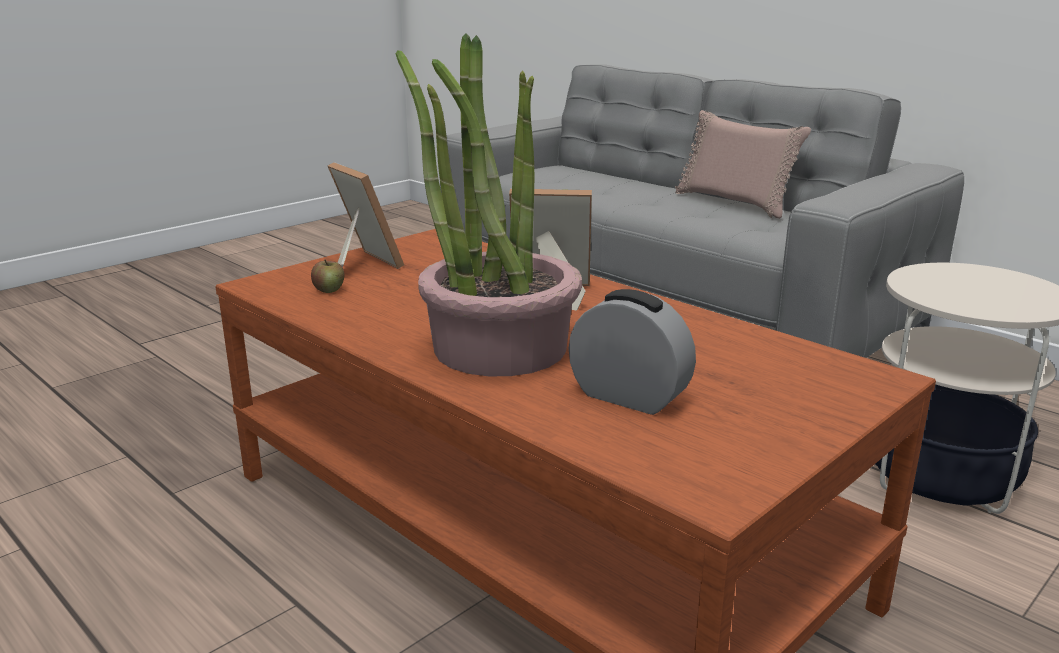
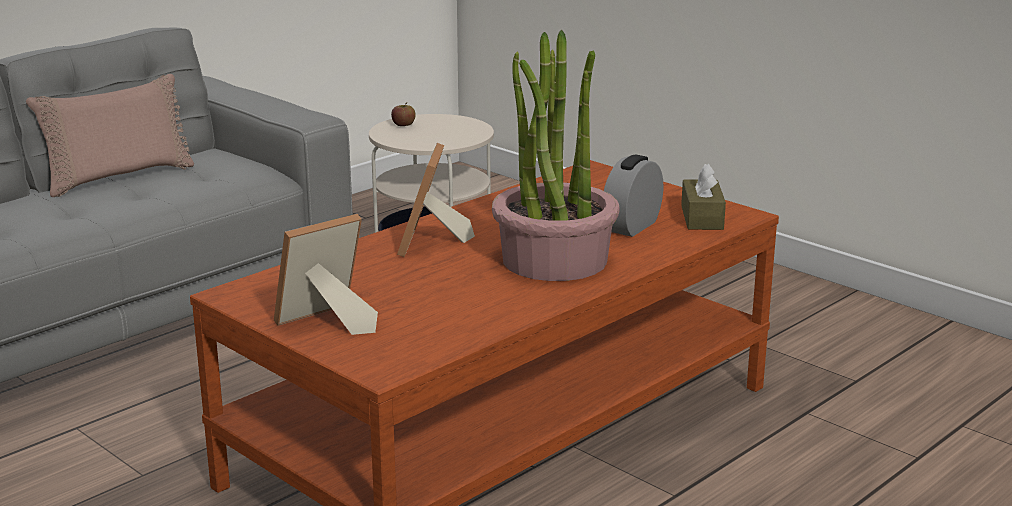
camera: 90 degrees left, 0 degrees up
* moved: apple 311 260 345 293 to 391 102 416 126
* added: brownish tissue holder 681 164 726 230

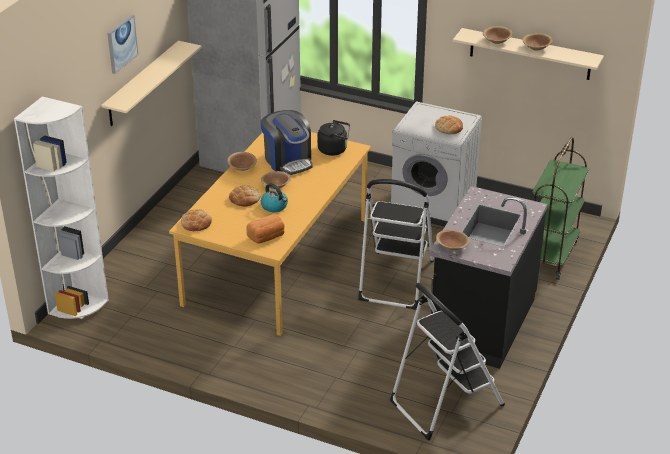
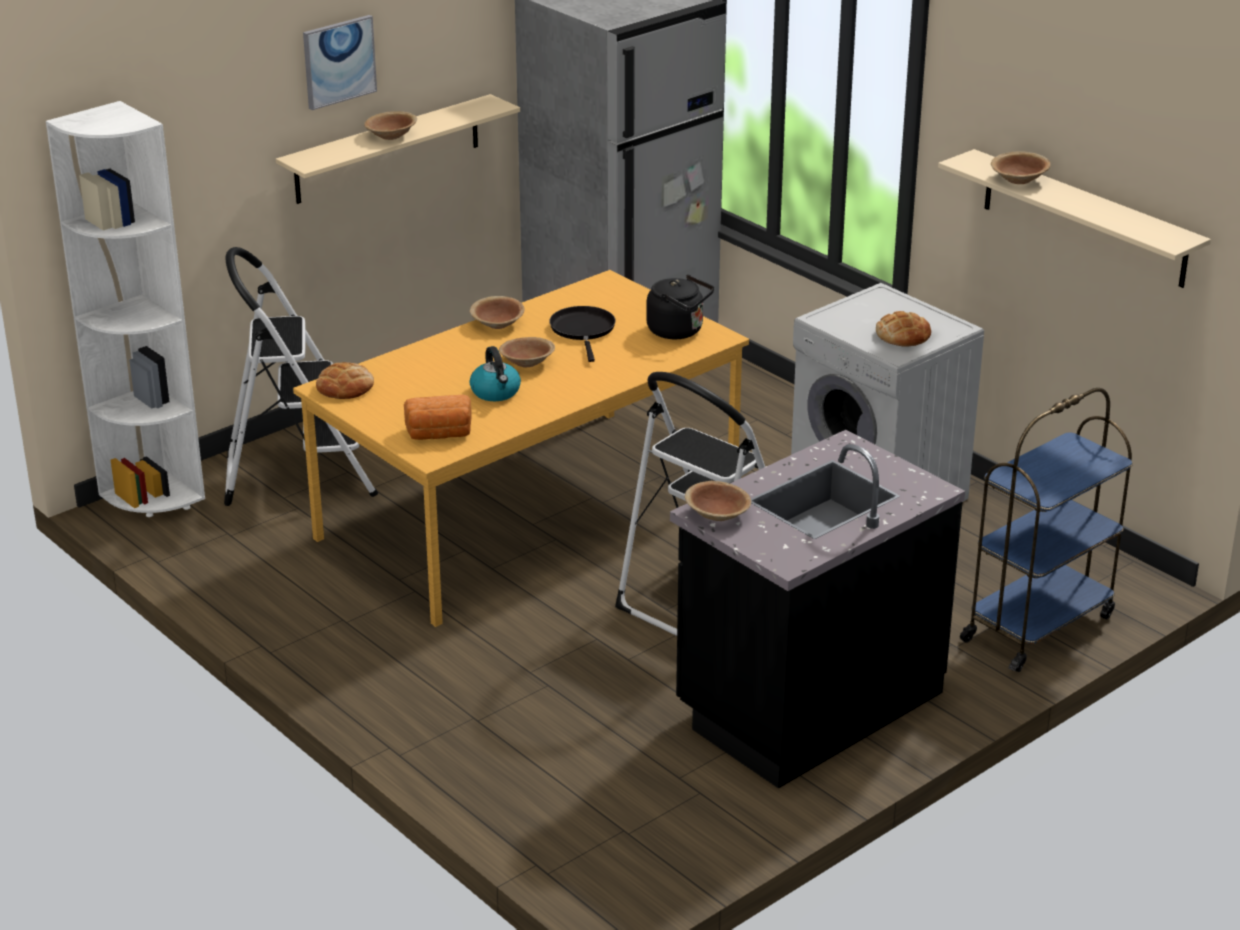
camera: 25 degrees right, 5 degrees down
* removed: baked bread 229 185 260 207
* replaced: coffee brewer 260 110 312 175 to black frying pan 549 306 616 362
* moved: step stool 390 283 505 441 to 224 247 378 506
* moved: brownish deep dish 523 33 553 51 to 364 111 417 140
* recoloured: greenish cart 532 137 589 280 to blue cart 960 388 1133 672

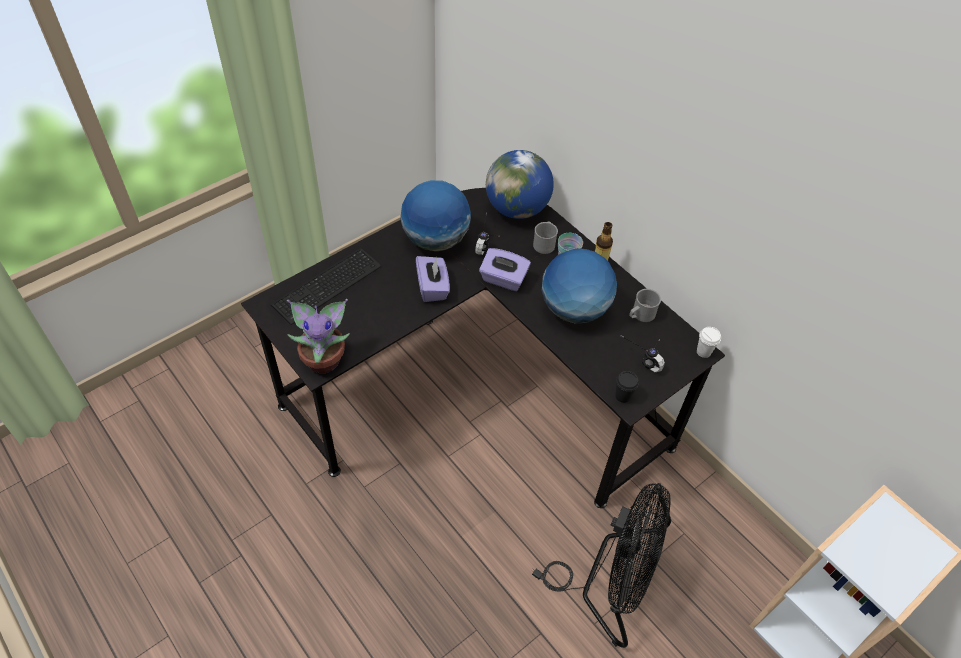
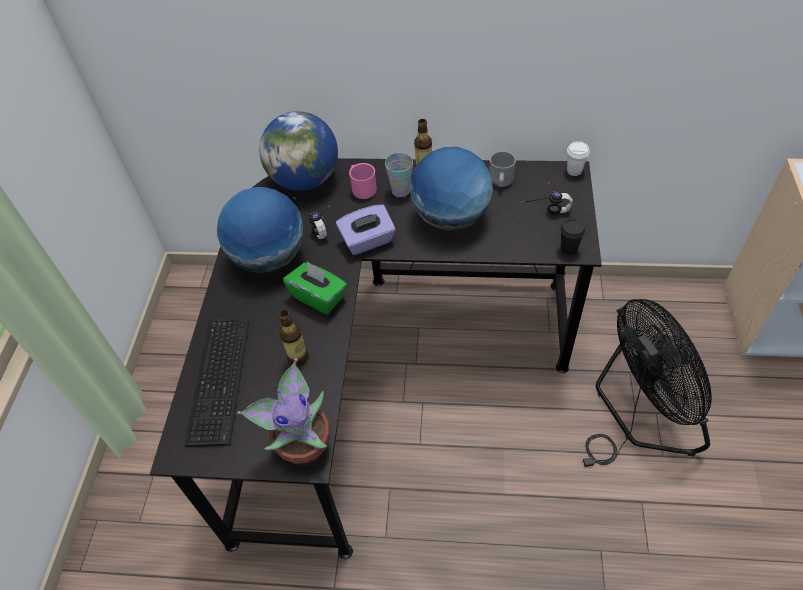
camera: 40 degrees left, 0 degrees up
* recoloured: purplish tissue holder 416 256 450 302 to greenish tissue holder 283 261 347 315
* recoloured: gray coffee mug 533 221 558 254 to pinkish coffee mug 349 163 377 199
* added: bottle 279 310 308 366

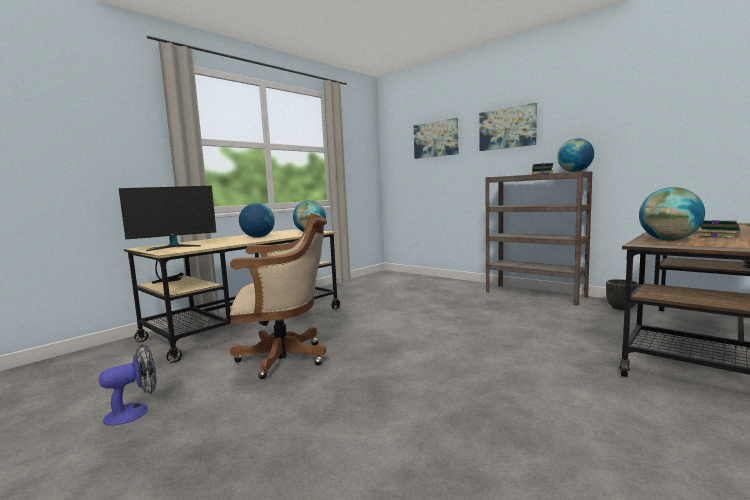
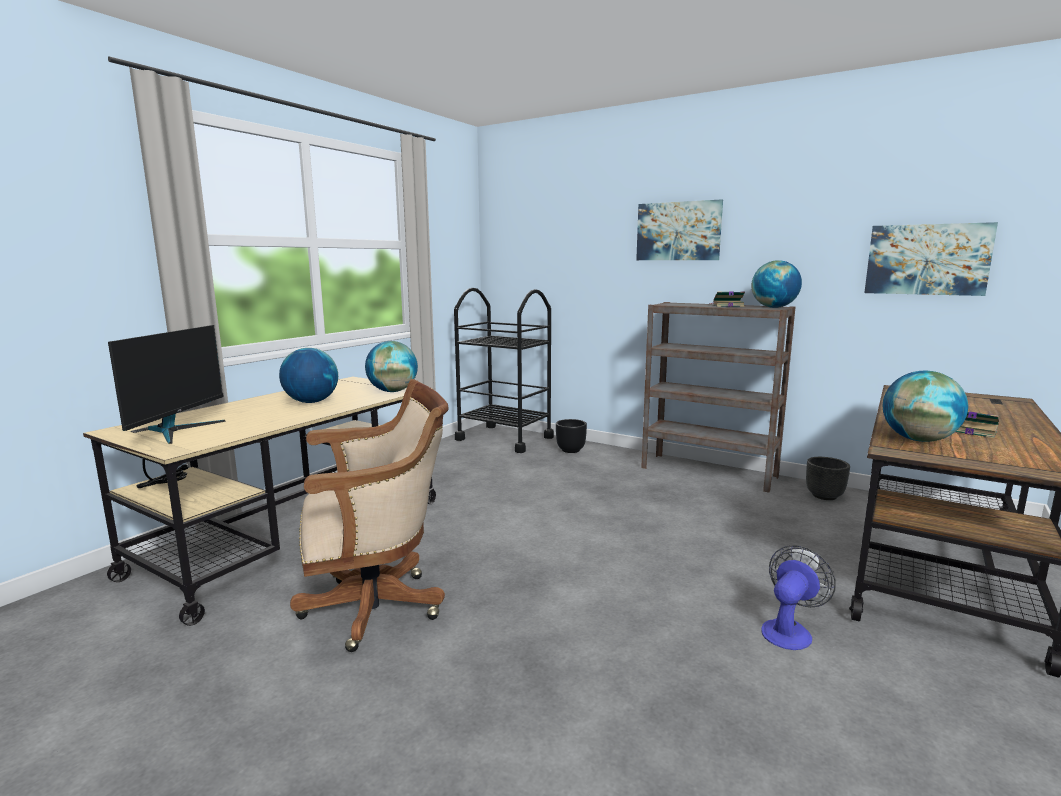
camera: 10 degrees left, 5 degrees up
* moved: electric fan 99 344 157 426 to 761 545 836 650
* turned: computer screen 119 186 216 251 = 108 325 226 444 45 degrees counterclockwise
* moved: picture 414 118 458 159 to 864 222 998 296
* added: black cart 454 288 554 453
* added: black planter 556 419 587 453

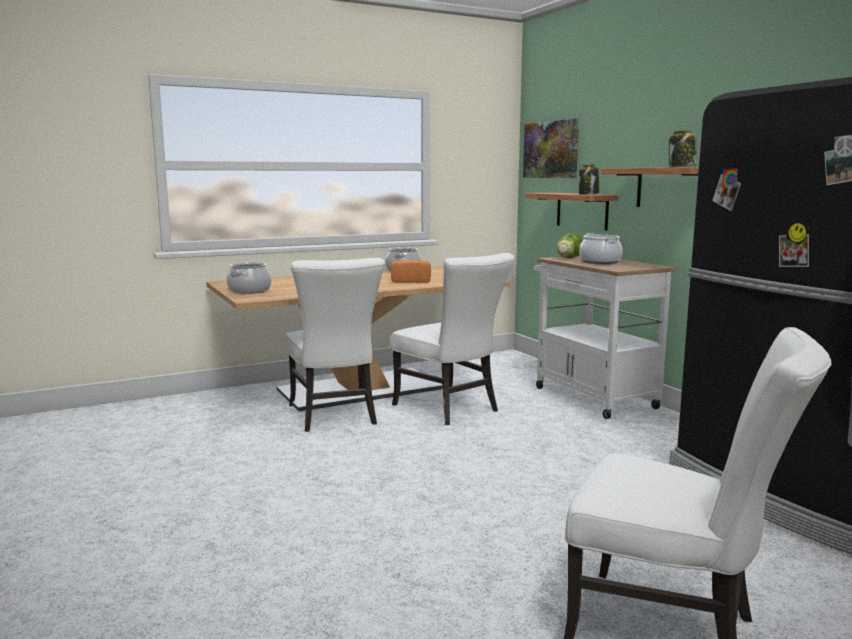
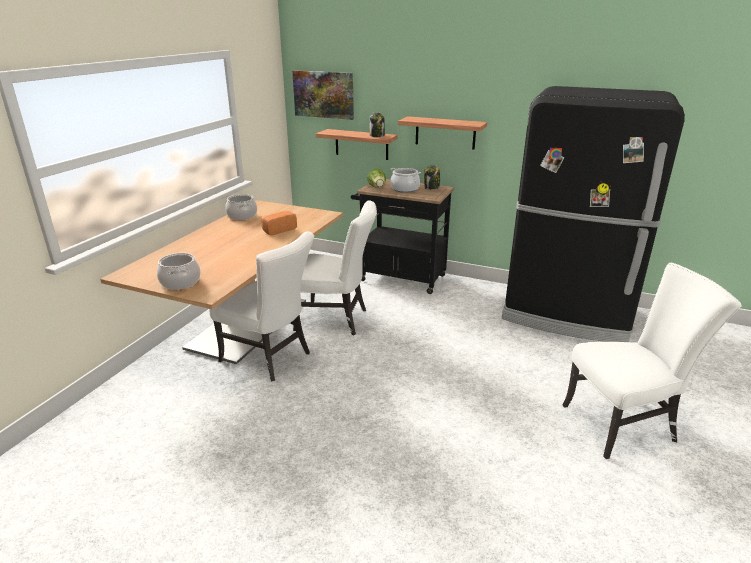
camera: 40 degrees left, 15 degrees up
* recoloured: white-coloured cart 534 256 676 419 to black cart 351 179 454 294
* moved: storage jar 669 130 697 167 to 424 165 440 190

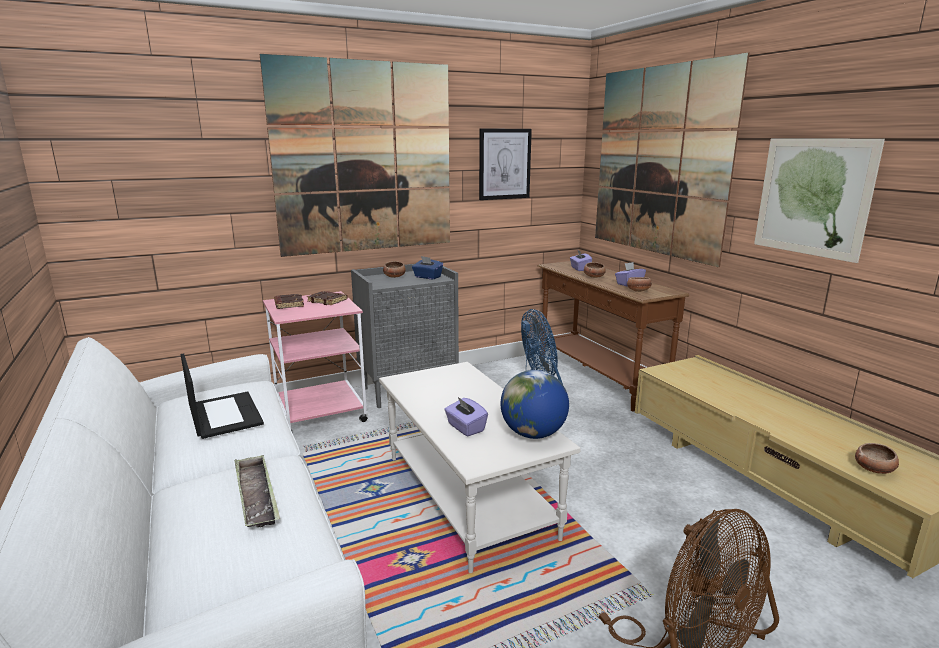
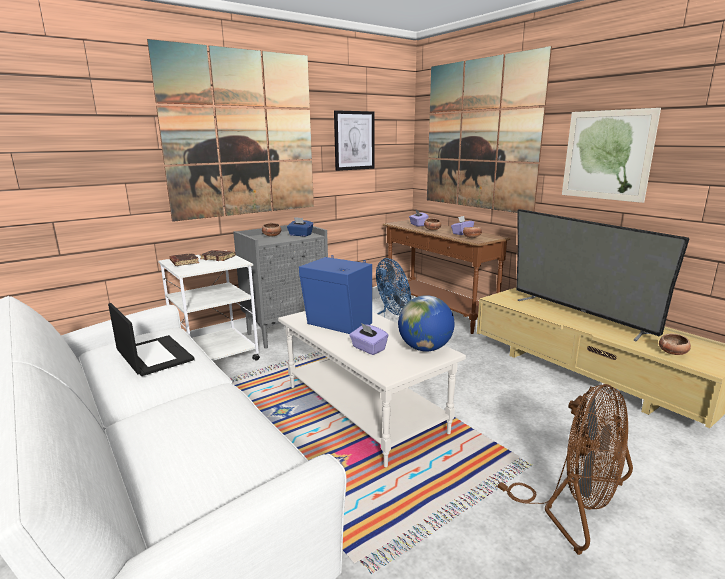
camera: 10 degrees left, 0 degrees up
* removed: serving tray 235 455 280 528
* recoloured: pinkish cart 263 291 368 433 to white-coloured cart 158 254 260 361
* added: blue loudspeaker 299 255 372 334
* added: television 516 209 689 341

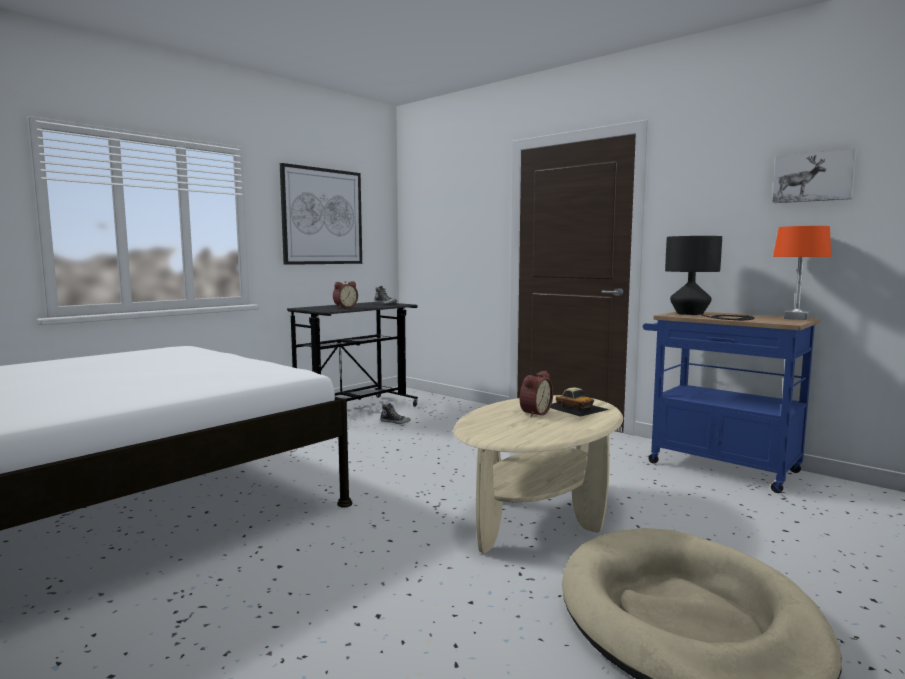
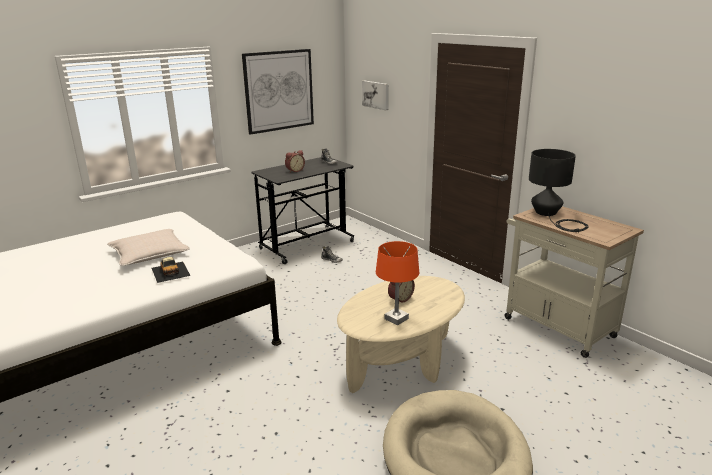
camera: 10 degrees right, 15 degrees up
* moved: miniature car 550 388 610 417 to 152 257 191 283
* recoloured: blue cart 643 312 820 493 to beige cart 505 206 644 358
* moved: picture 772 148 857 203 to 362 81 389 110
* moved: orange-coloured tabletop lamp 773 226 831 320 to 376 241 419 326
* added: beige throw pillow 107 229 190 266

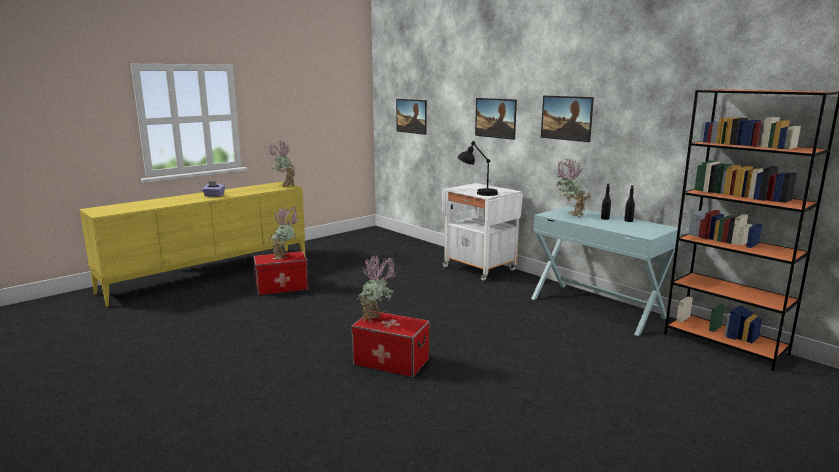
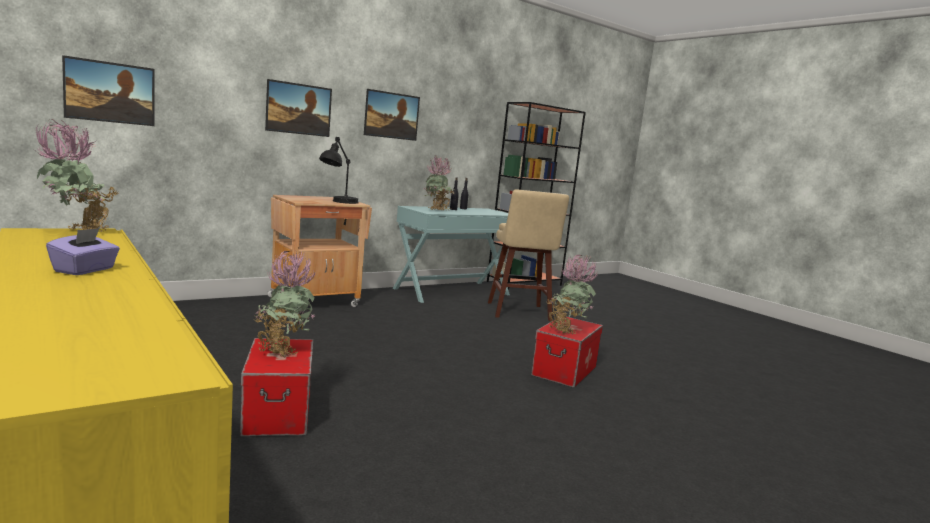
camera: 85 degrees left, 5 degrees down
* recoloured: white-coloured cart 442 183 523 281 to brownish cart 268 195 372 307
* added: beige sitting stool 488 190 569 321

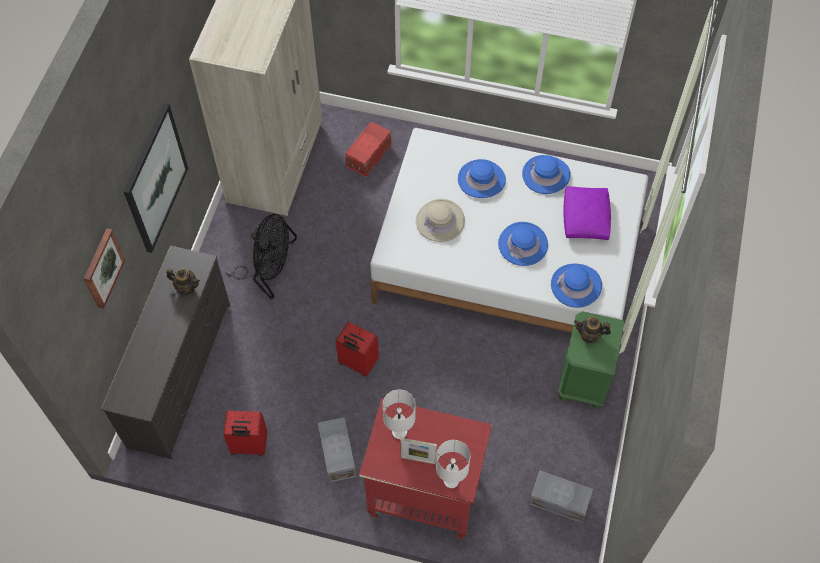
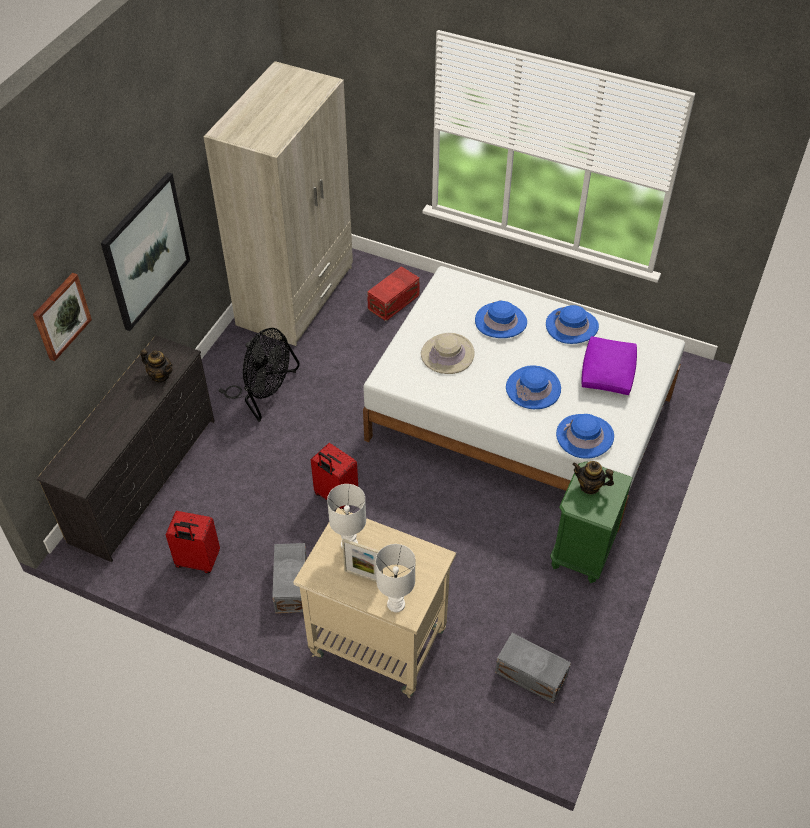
camera: 10 degrees right, 10 degrees down
* recoloured: red-coloured cart 359 398 492 540 to beige cart 293 508 456 698

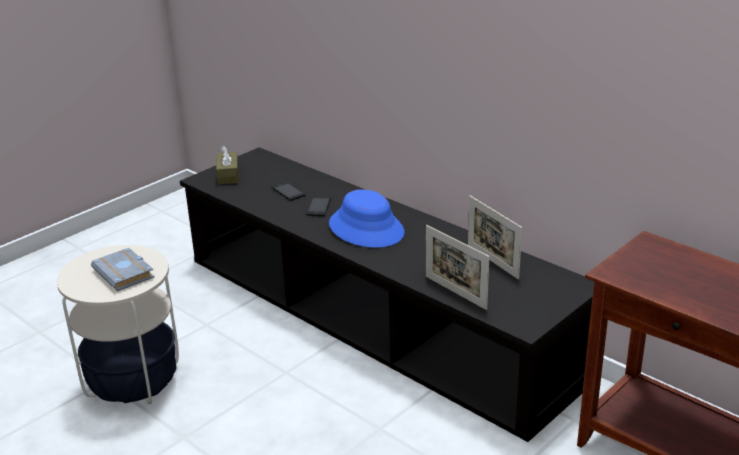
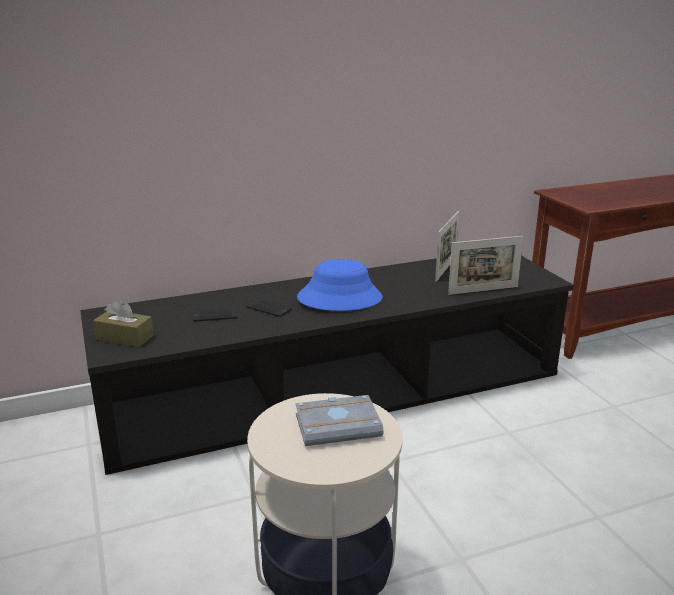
camera: 65 degrees left, 5 degrees down
* turned: picture frame 468 195 522 279 = 435 211 459 282 60 degrees counterclockwise

